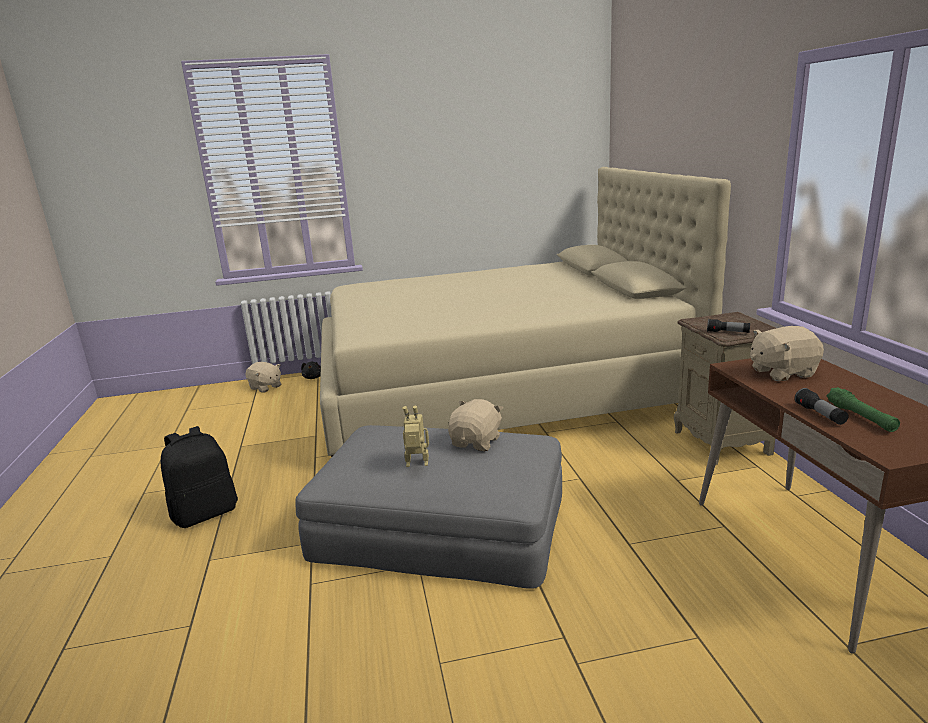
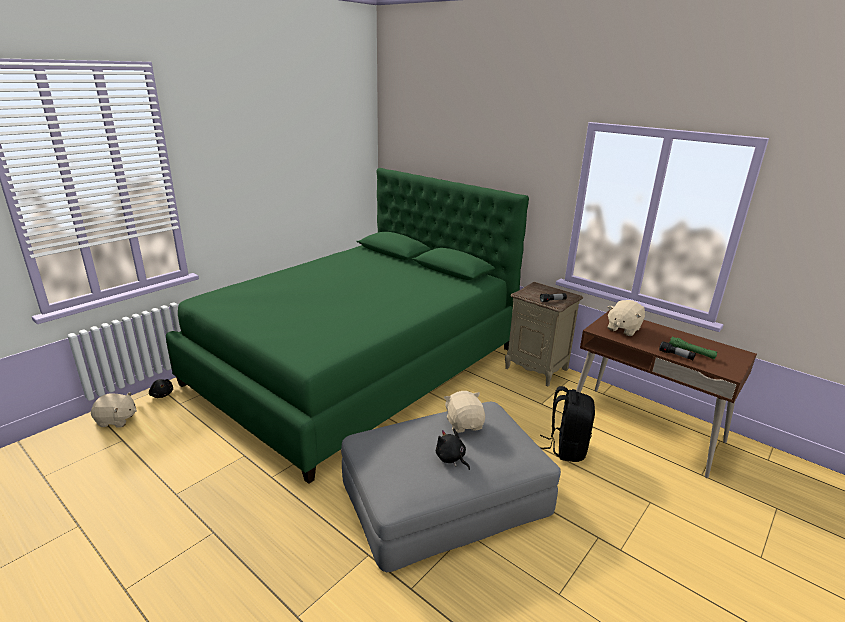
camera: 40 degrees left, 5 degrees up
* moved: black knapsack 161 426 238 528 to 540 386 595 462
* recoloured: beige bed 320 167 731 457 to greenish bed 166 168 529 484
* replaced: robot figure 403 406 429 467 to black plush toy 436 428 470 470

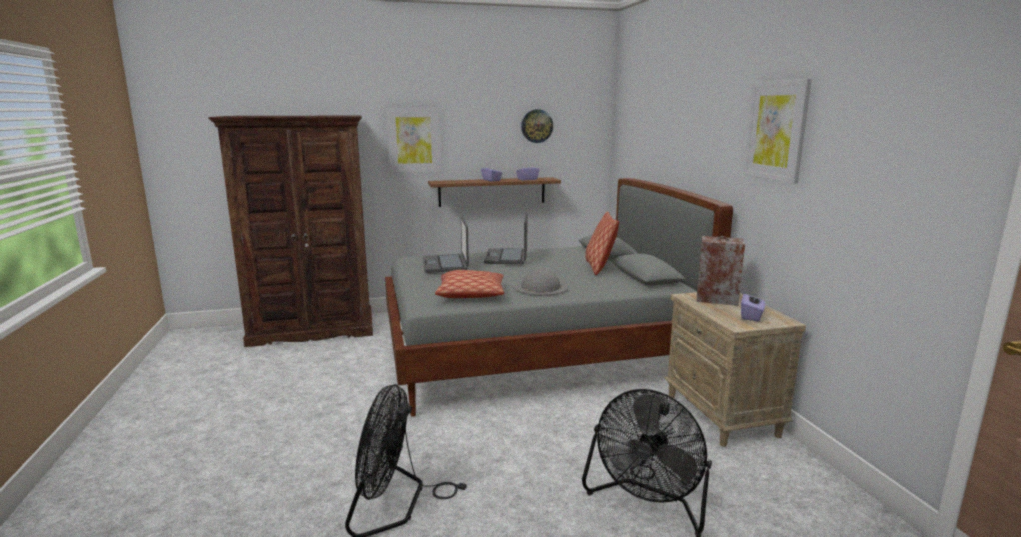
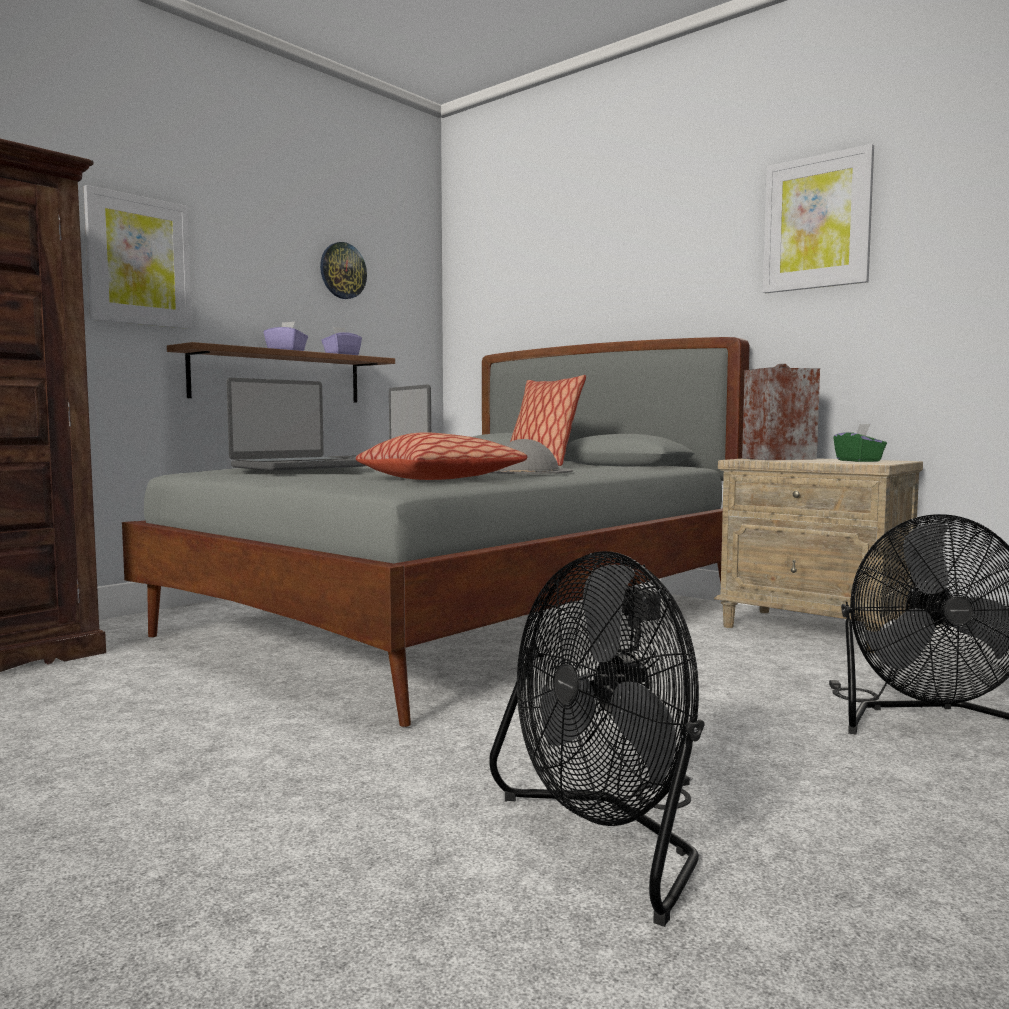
camera: 35 degrees left, 10 degrees down
* turned: laptop 423 216 469 273 = 227 378 365 471 90 degrees counterclockwise
* recoloured: purplish tissue holder 741 293 766 321 to greenish tissue holder 833 424 887 462

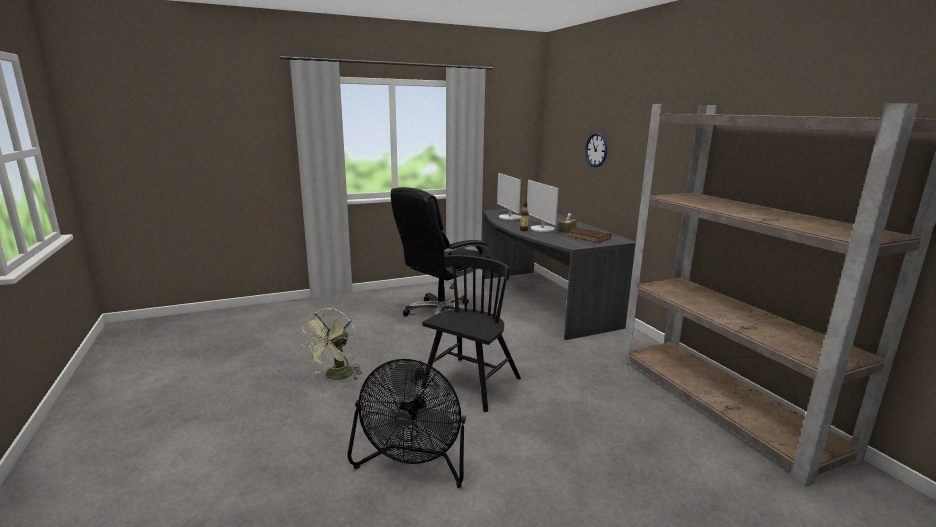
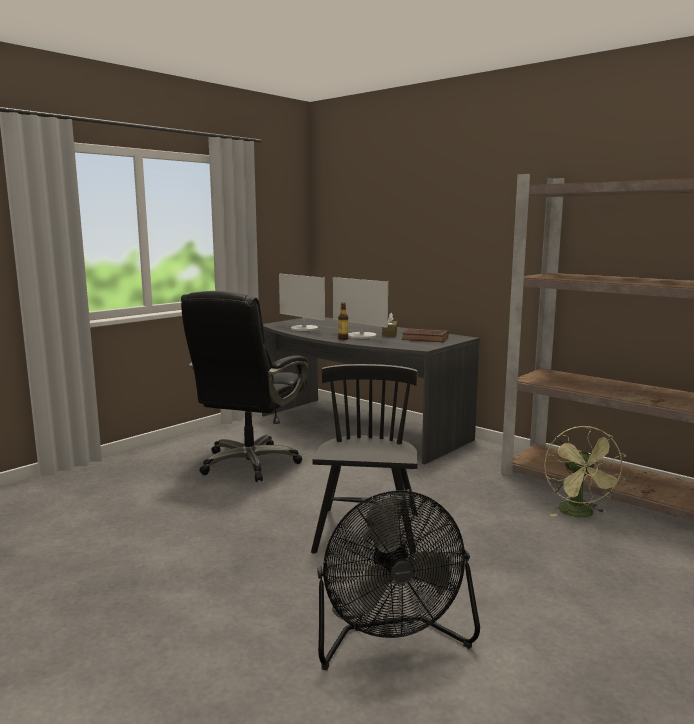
camera: 25 degrees left, 5 degrees down
* moved: greenish electric fan 301 308 362 380 to 544 426 626 517
* removed: wall clock 585 133 607 167

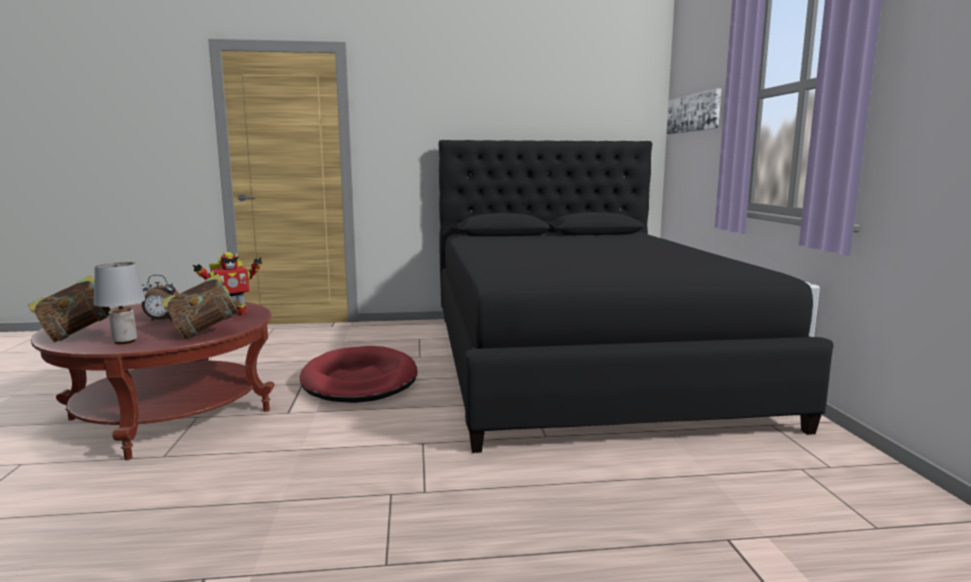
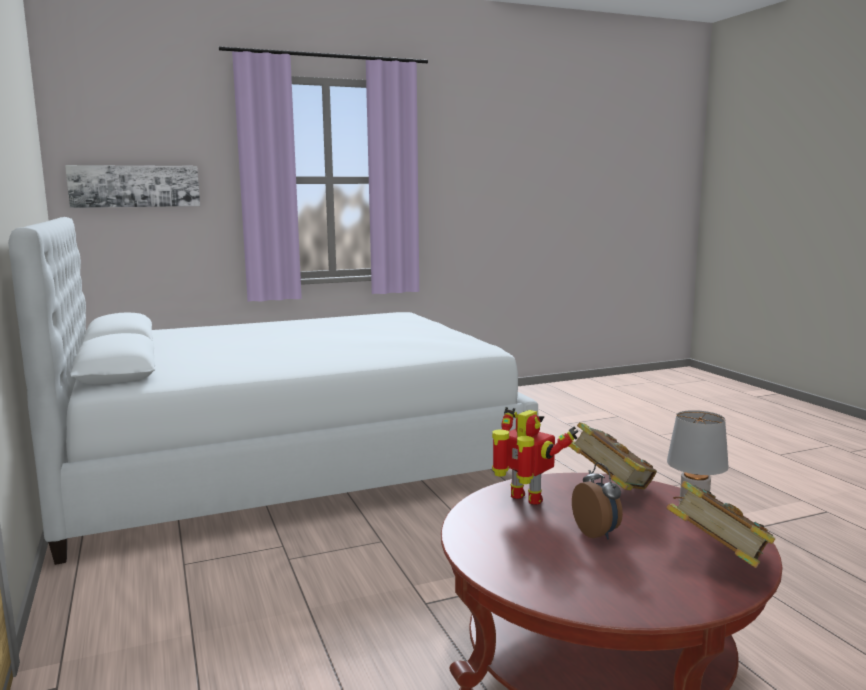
camera: 105 degrees left, 0 degrees up
* removed: red-coloured dog cushion 300 346 417 403
* recoloured: black bed 439 140 834 453 to white-coloured bed 8 217 538 565

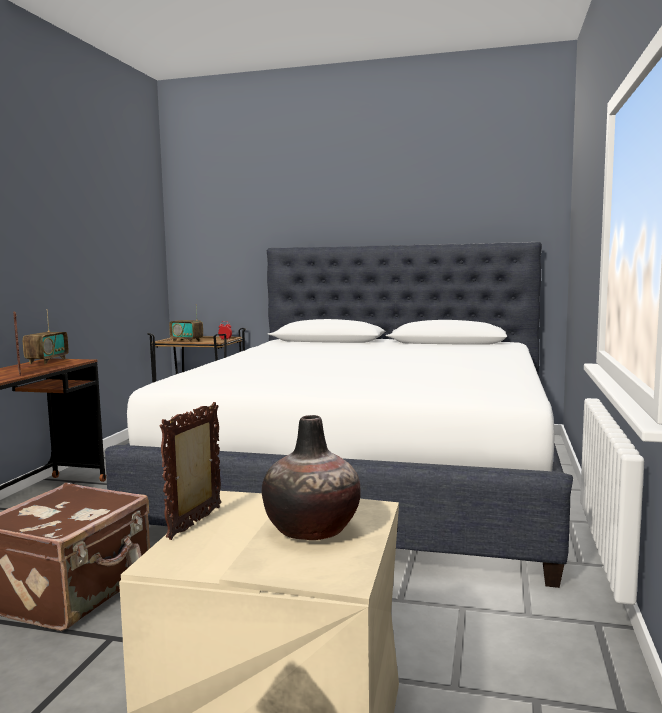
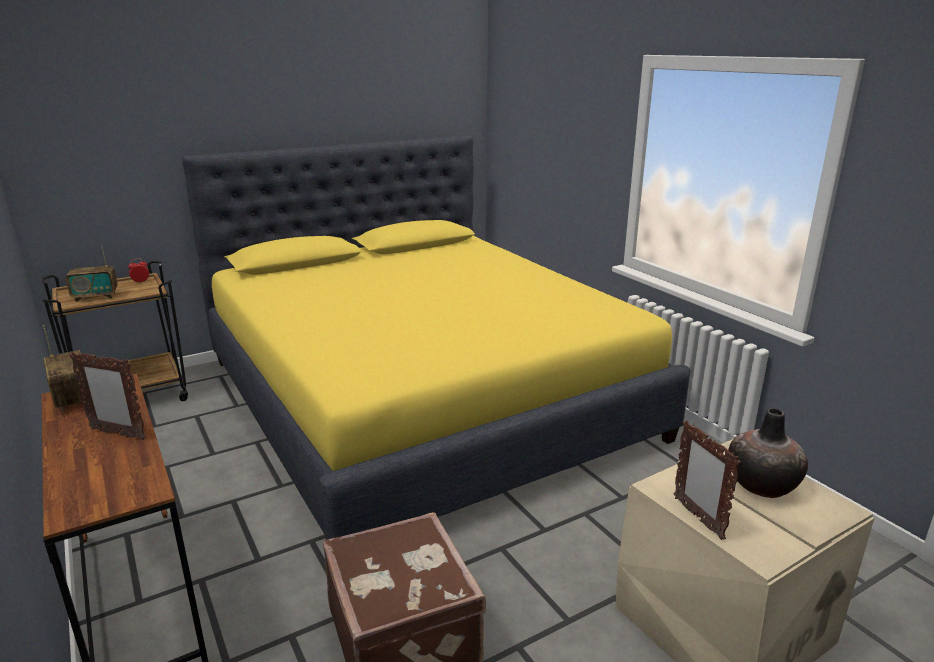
camera: 45 degrees left, 15 degrees up
* recoloured: white-coloured bed 105 242 573 588 to yellow-coloured bed 182 135 691 540

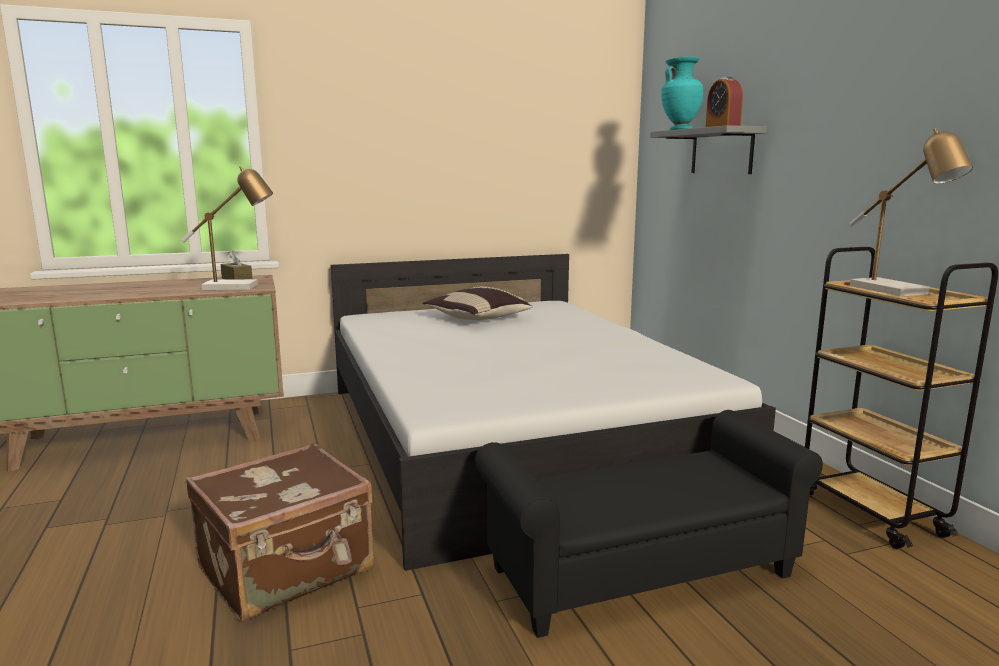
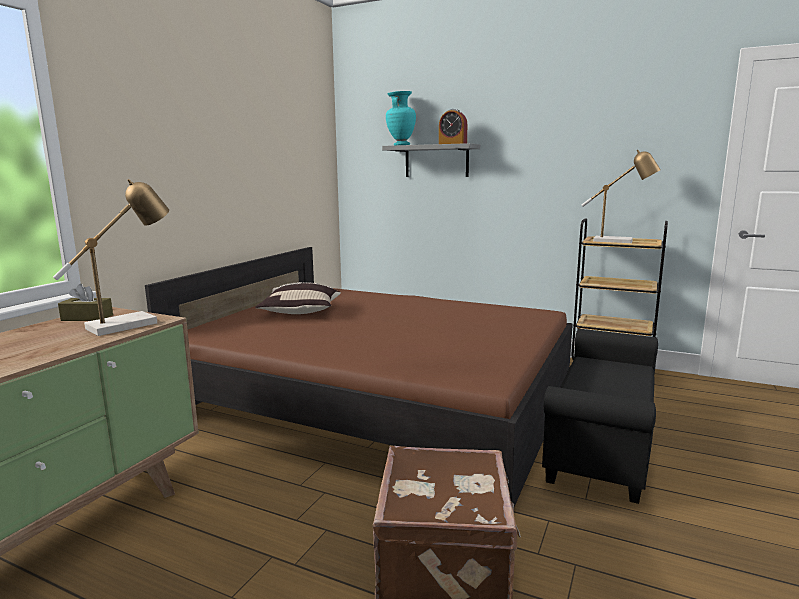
camera: 45 degrees left, 0 degrees up
* recoloured: white-coloured bed 331 254 776 571 to brownish bed 145 247 573 507

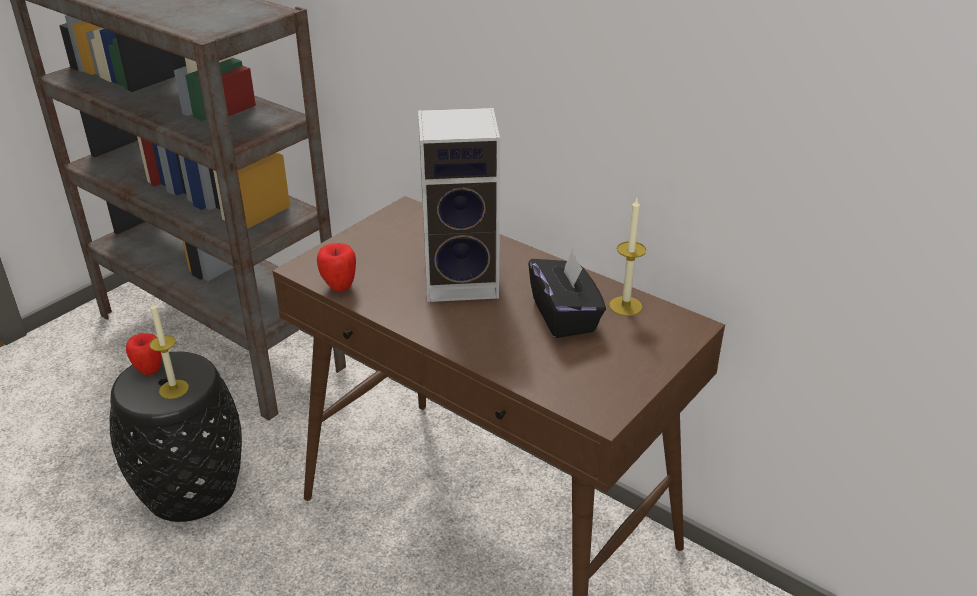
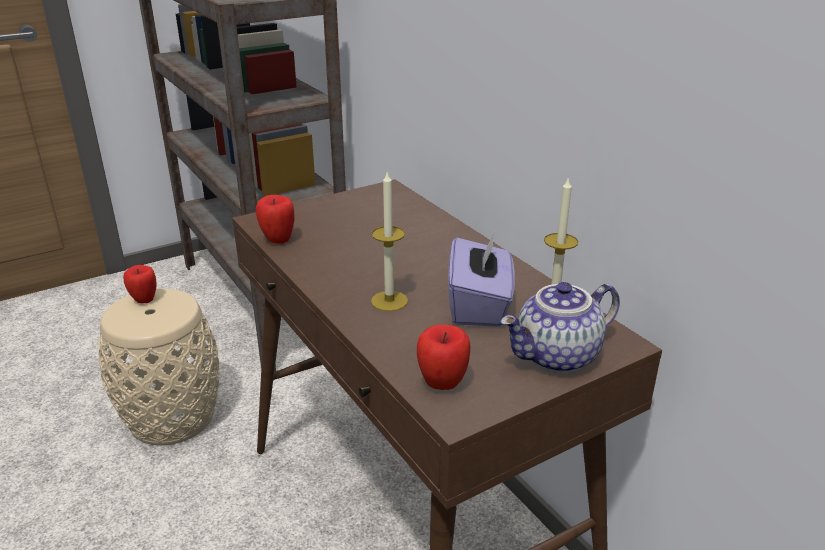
camera: 20 degrees right, 5 degrees down
* recoloured: black sitting stool 109 352 242 522 to beige sitting stool 99 289 219 446
* moved: wax candle 149 302 189 399 to 371 170 408 311
* removed: loudspeaker 418 108 500 302
* recoloured: black tissue holder 528 249 606 338 to purplish tissue holder 448 232 515 327
* added: apple 417 325 470 390
* added: teapot 500 282 620 373

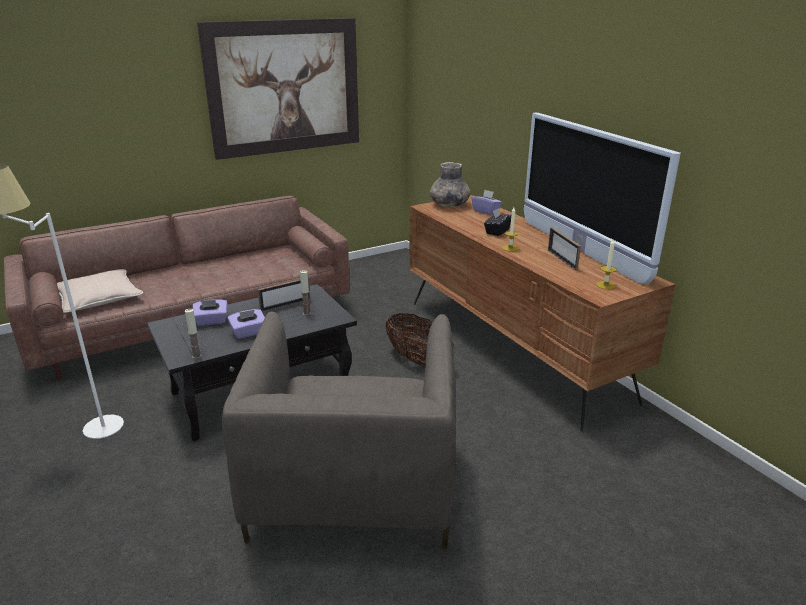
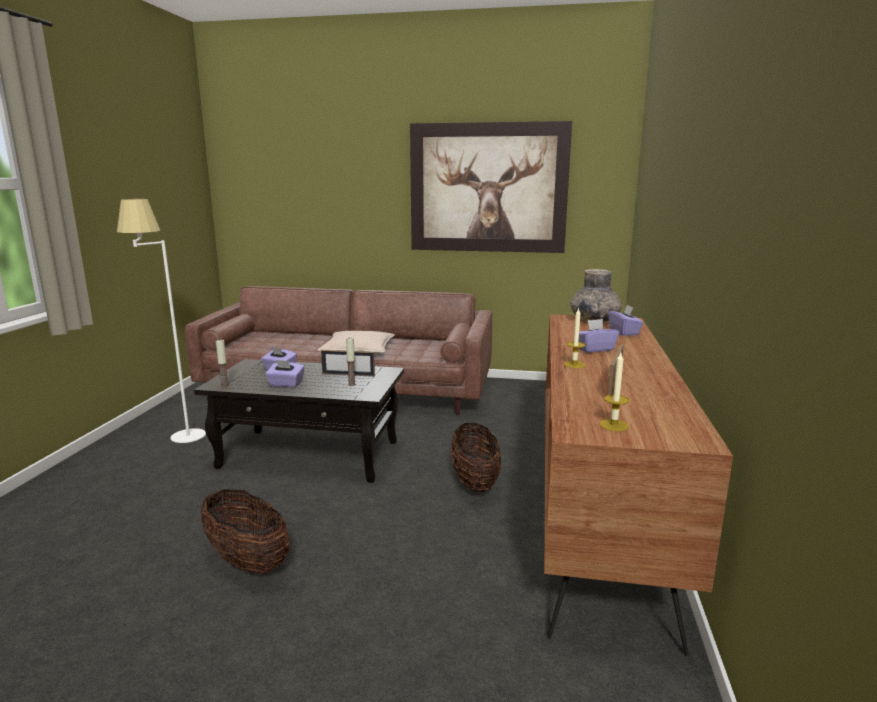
camera: 40 degrees right, 10 degrees down
* moved: beige throw pillow 57 269 143 313 to 318 331 395 353
* replaced: gray armchair 222 312 456 549 to storage basket 201 489 290 575
* recoloured: black tissue holder 484 208 511 236 to purplish tissue holder 579 319 619 353
* removed: television 524 113 681 284

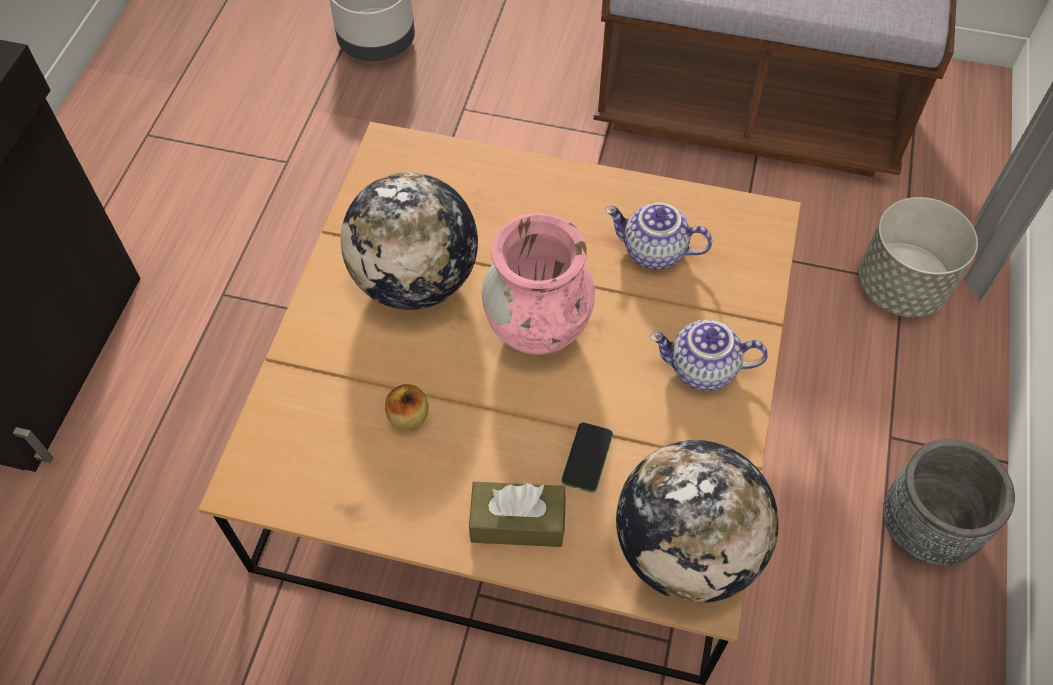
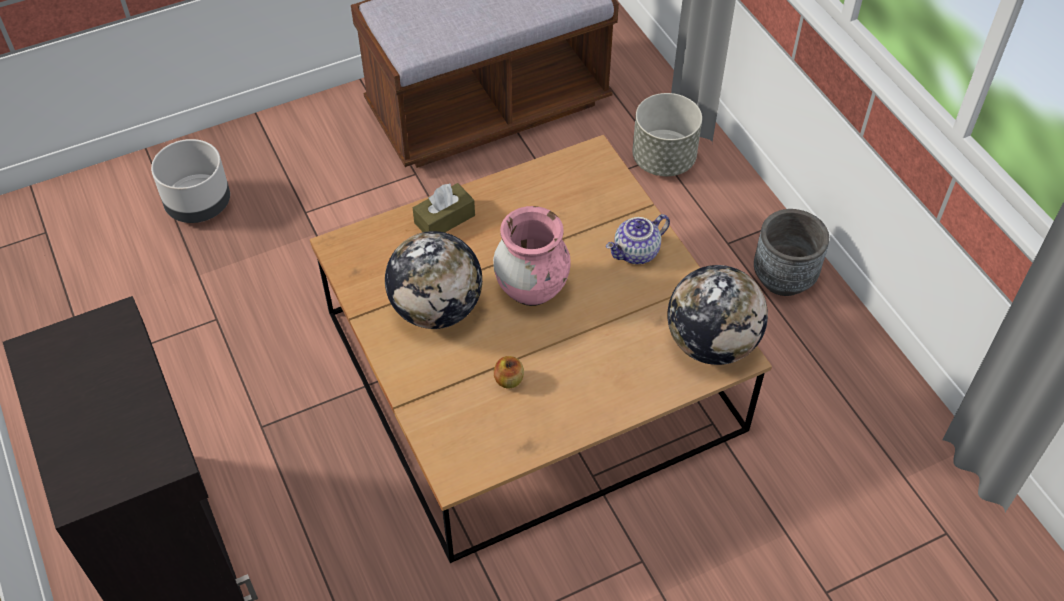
camera: 40 degrees left, 5 degrees down
* moved: brownish tissue holder 469 482 566 547 to 413 183 475 232
* removed: telephone 561 423 613 492
* removed: teapot 605 203 712 269

